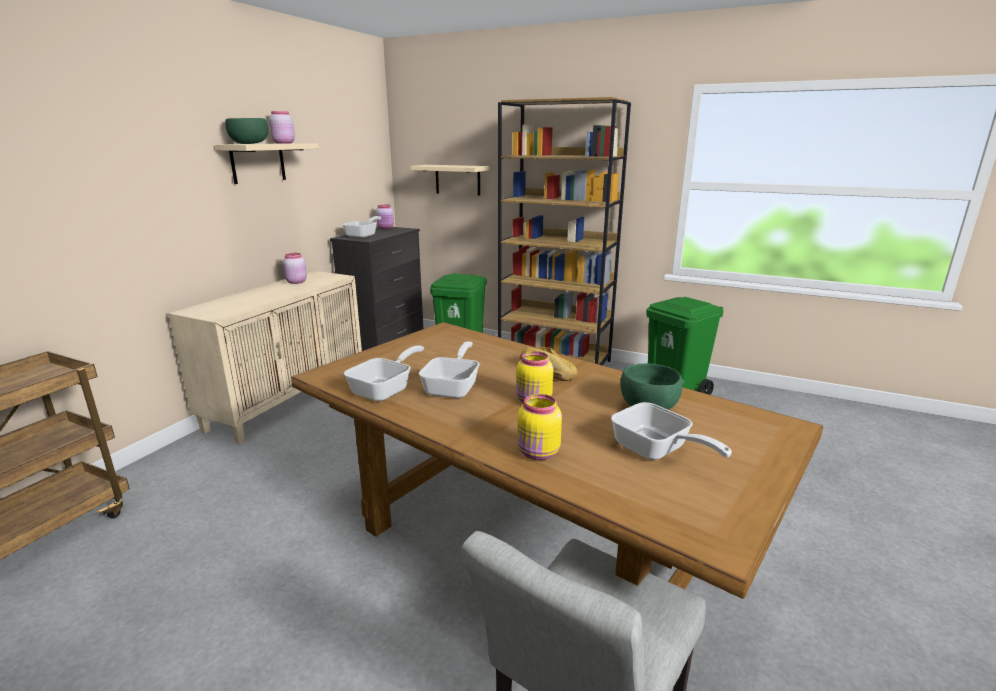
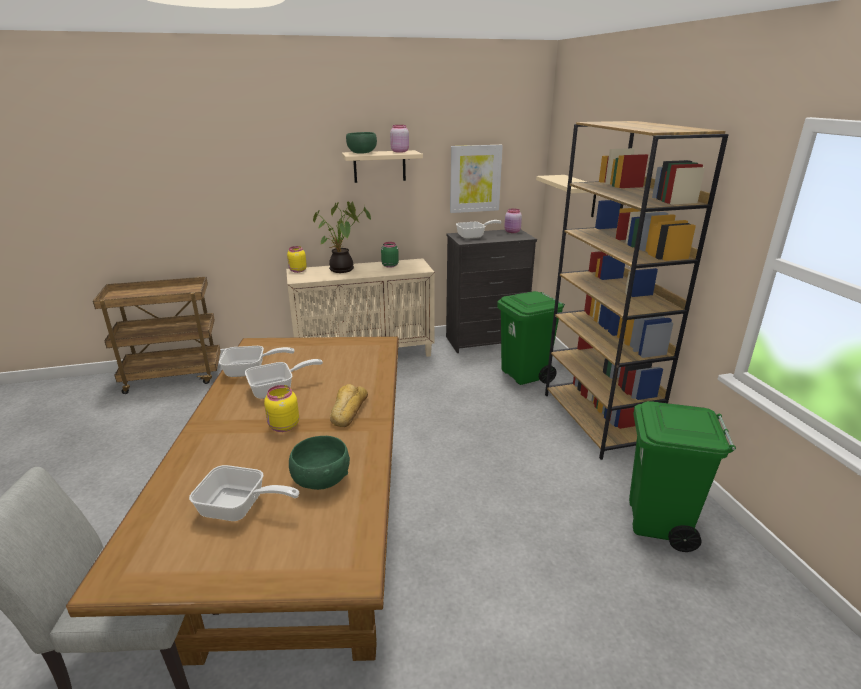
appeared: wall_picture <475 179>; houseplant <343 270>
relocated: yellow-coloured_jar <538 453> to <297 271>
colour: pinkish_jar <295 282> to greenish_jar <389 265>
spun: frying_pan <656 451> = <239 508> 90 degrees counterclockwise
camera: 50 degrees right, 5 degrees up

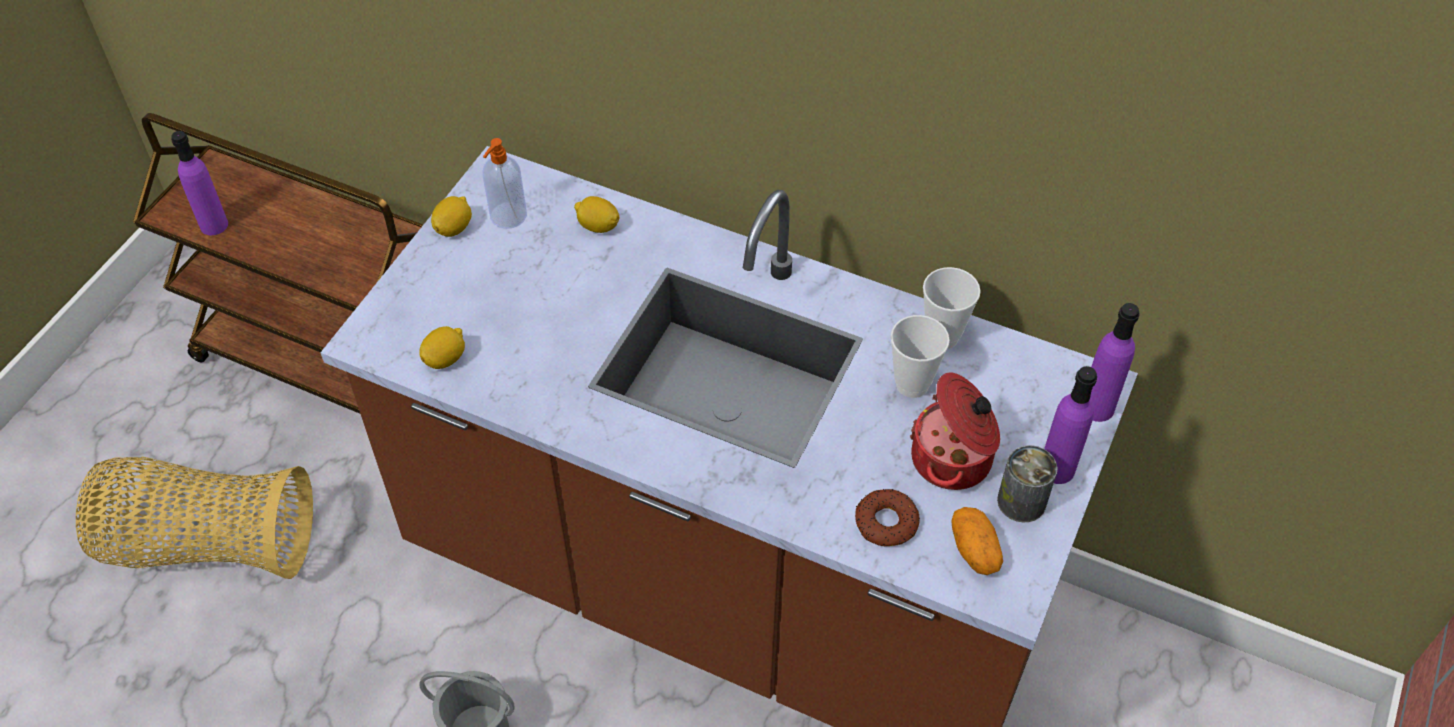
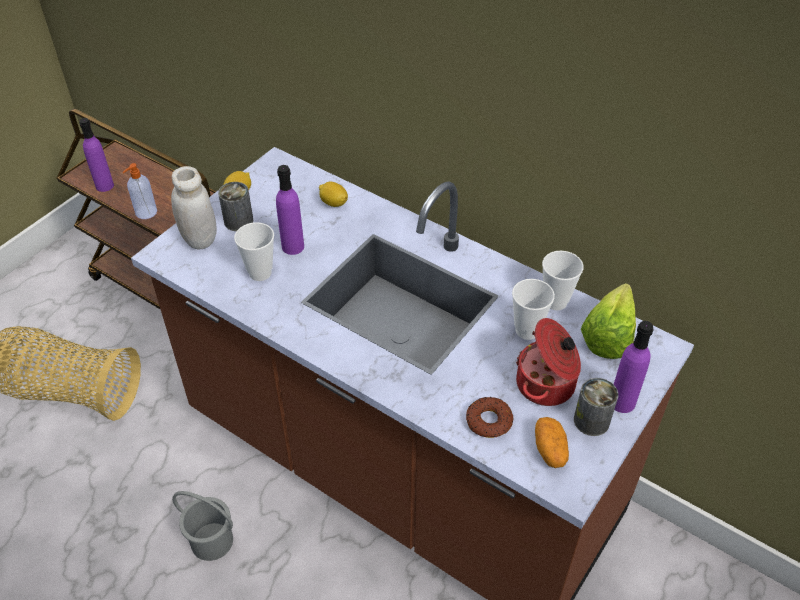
missing: lemon <445 358>
appeared: white-coloured_jar <199 239>; sealed_can <238 221>; drinking_cup <260 273>; head_of_lettuce <612 333>
relocated: soap_dispenser <507 216> to <145 212>; purple-coloured_beverage_bottle <1097 407> to <293 246>
camera: 10 degrees right, 5 degrees down

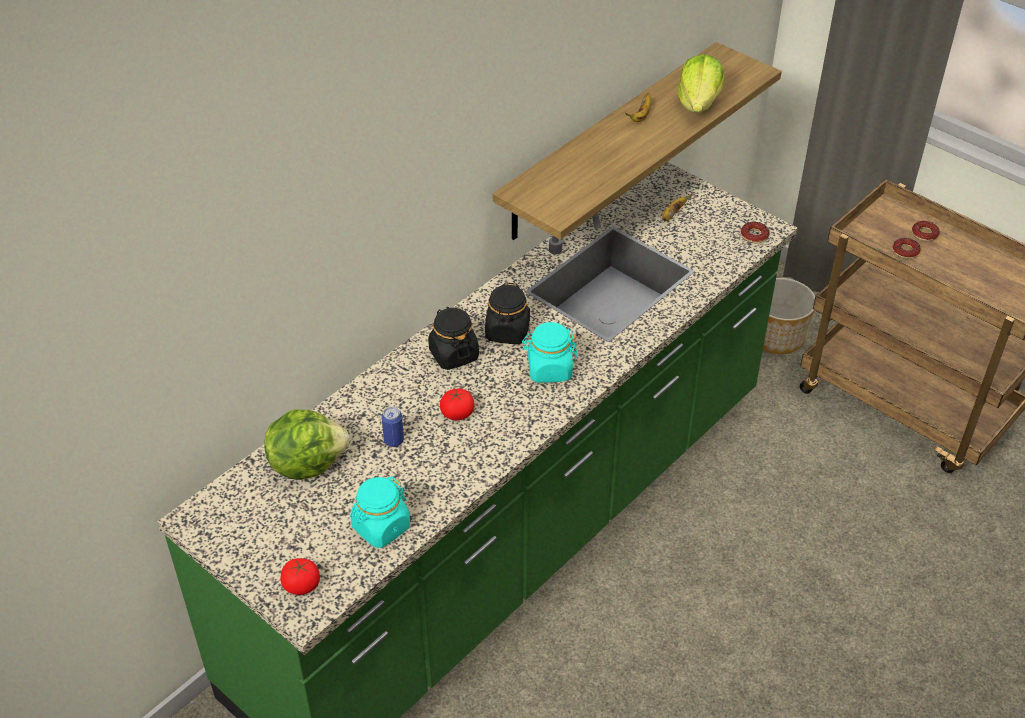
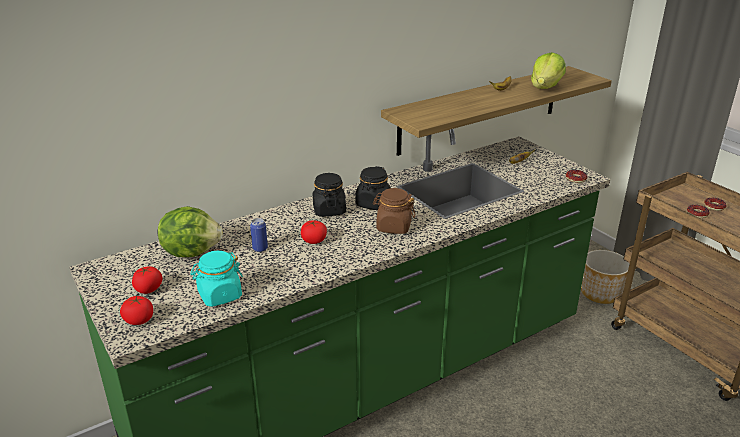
appeared: tomato <149 289>
colour: turquoise-coloured_jar <549 369> to brownish_jar <393 227>
camera: 15 degrees right, 15 degrees down

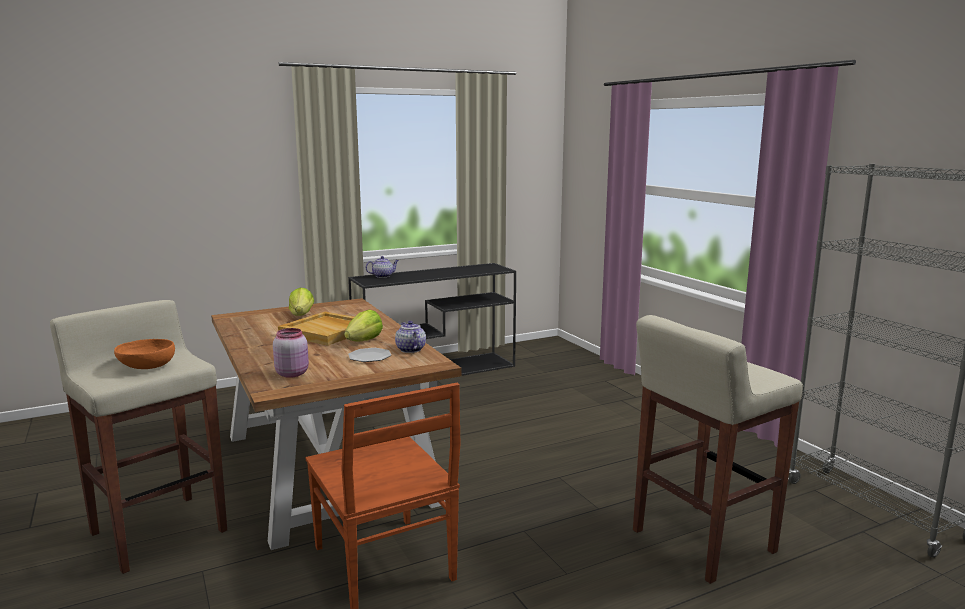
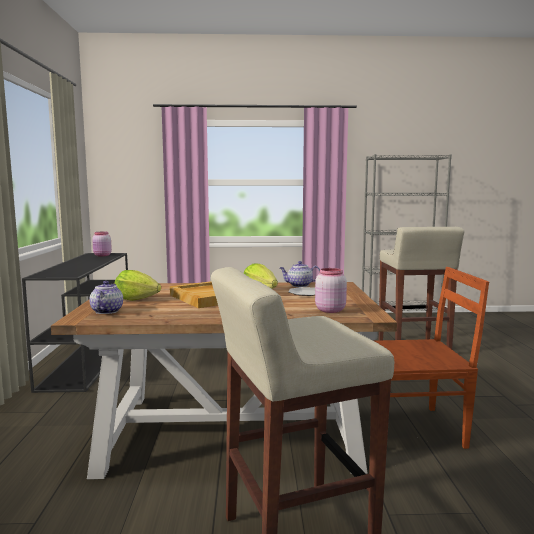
missing: orangey_deep_dish <146 367>
appeared: pinkish_jar <102 255>
relocated: pot_for_tea <383 276> to <107 311>
camera: 65 degrees left, 5 degrees down

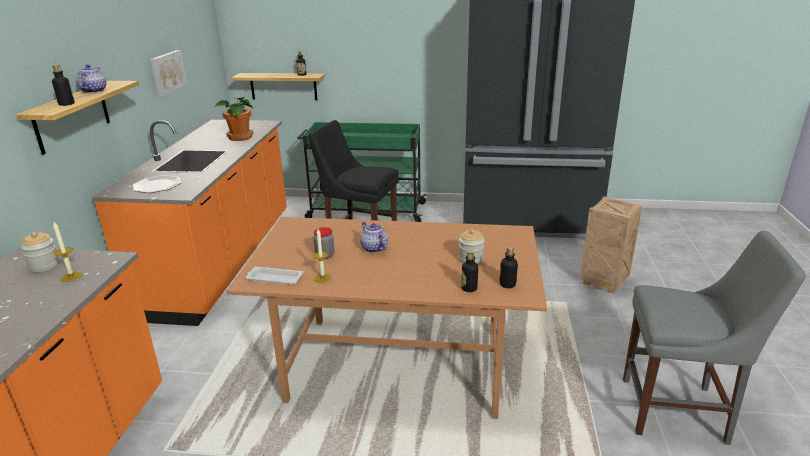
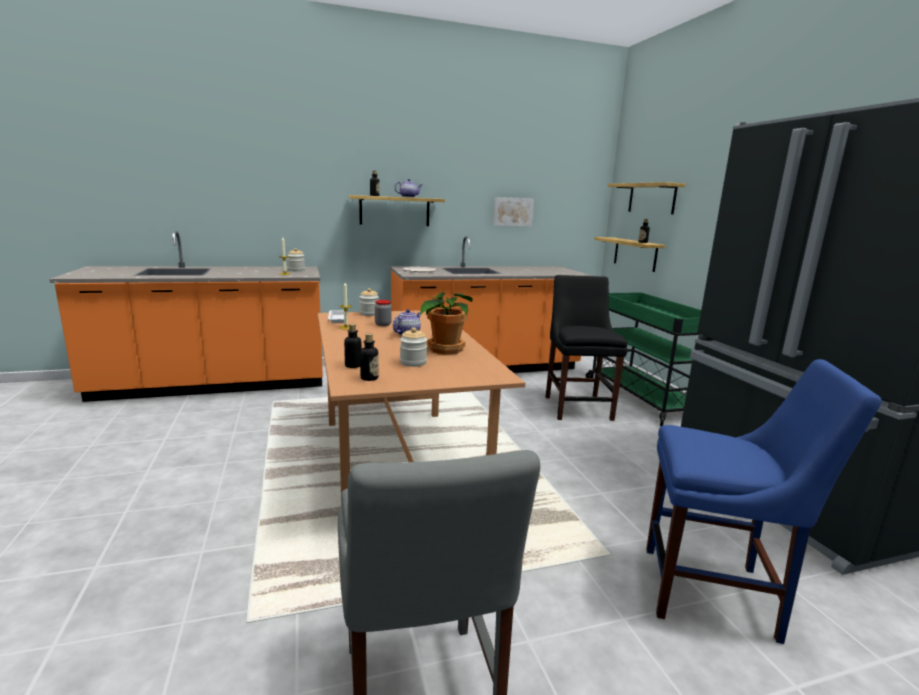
appeared: shelf <651 198>; jar <369 314>
relocated: houseplant <240 138> to <444 349>
exchanged: crate <605 282> to blue-coloured_upright_chair <716 593>
camera: 65 degrees right, 10 degrees down

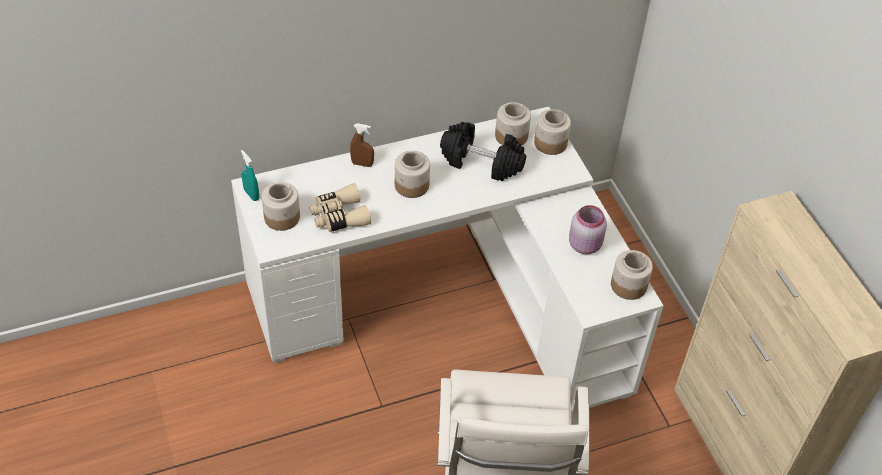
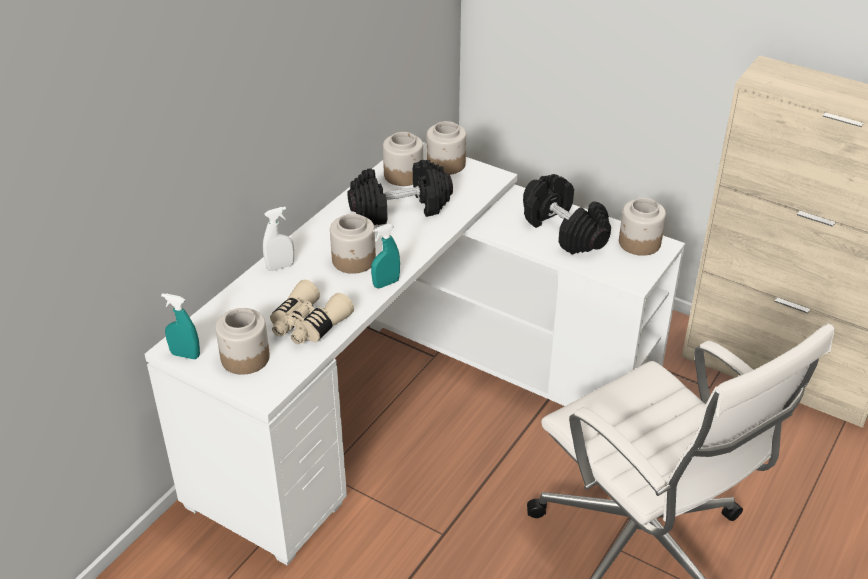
appeared: turquoise-coloured_sprayer <386 283>
exchanged: pinkish_jar <585 244> to black_free_weight <565 231>
colour: brownish_sprayer <362 164> to white-coloured_sprayer <280 267>
camera: 35 degrees left, 10 degrees down

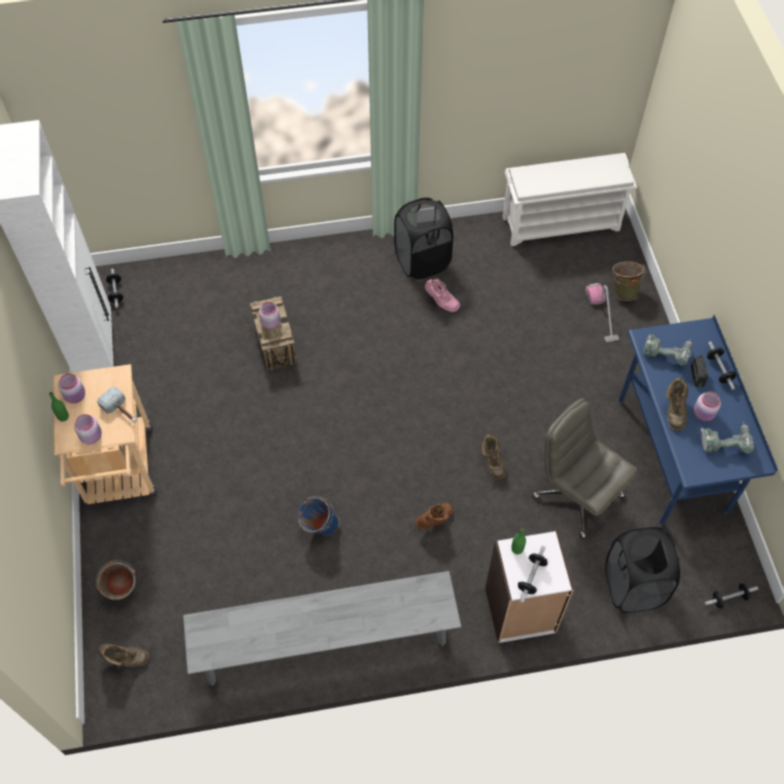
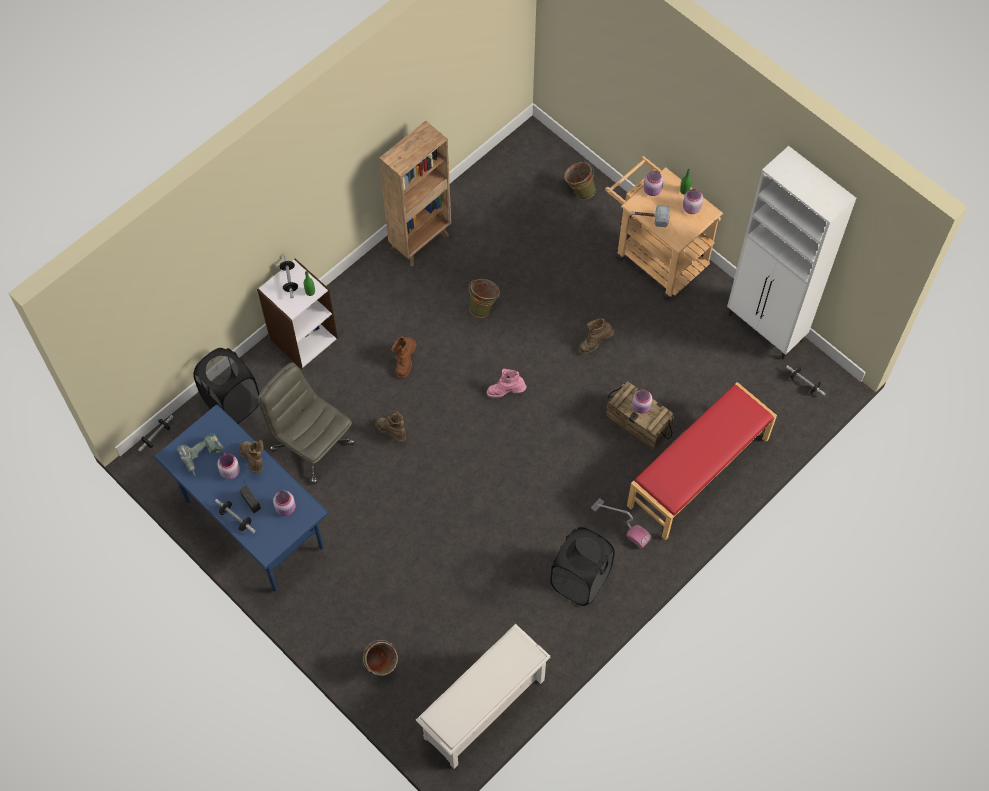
appeared: reddish_indoor_bench <699 473>
relocated: pinkish_boot <440 302> to <506 391>; vacuum <601 314> to <620 523>; brownish_boot <125 659> to <595 343>
exchanged: power_drill <666 353> to pinkish_jar <286 508>; greyish_indoor_bench <325 643> to brownish_bookshelf <421 241>
colour: blue-coloured_water_bucket <319 528> to greenish_water_bucket <484 306>
spun: greyish_computer_chair <577 495> = <311 446> 150 degrees counterclockwise
camera: 145 degrees right, 5 degrees up

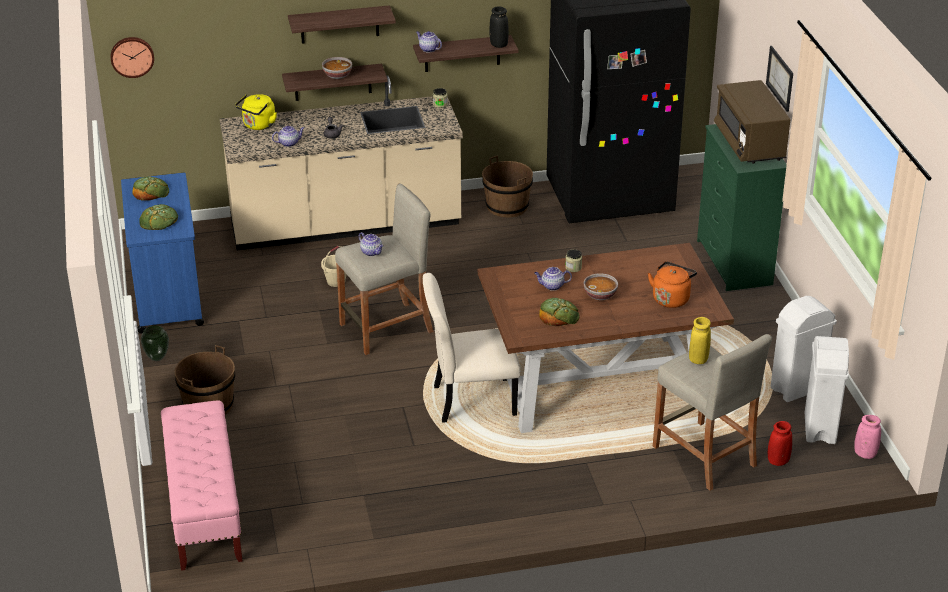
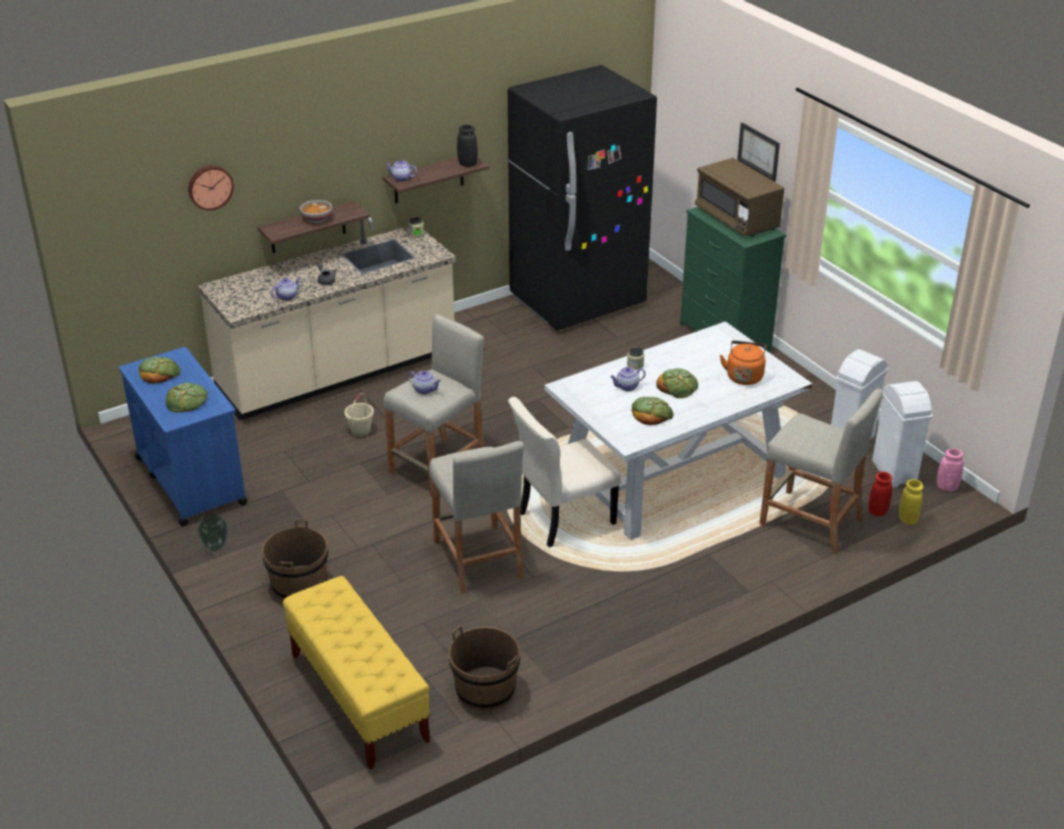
missing: shelf <339 24>; yellow-coloured_water_kettle <258 125>
appeared: beige_sitting_stool <478 559>
relocated: wall_clock <132 56> to <210 187>; brownish_water_bucket <507 206> to <485 690>; yellow-coloured_vase <698 359> to <907 519>
exchanged: deep_dish <600 295> to baked_bread <677 386>
colour: brownish_kitchen_table <597 382> to white-coloured_kitchen_table <672 475>; pinkish_indoor_bench <205 511> to yellow-coloured_indoor_bench <358 698>
camera: 20 degrees left, 0 degrees up

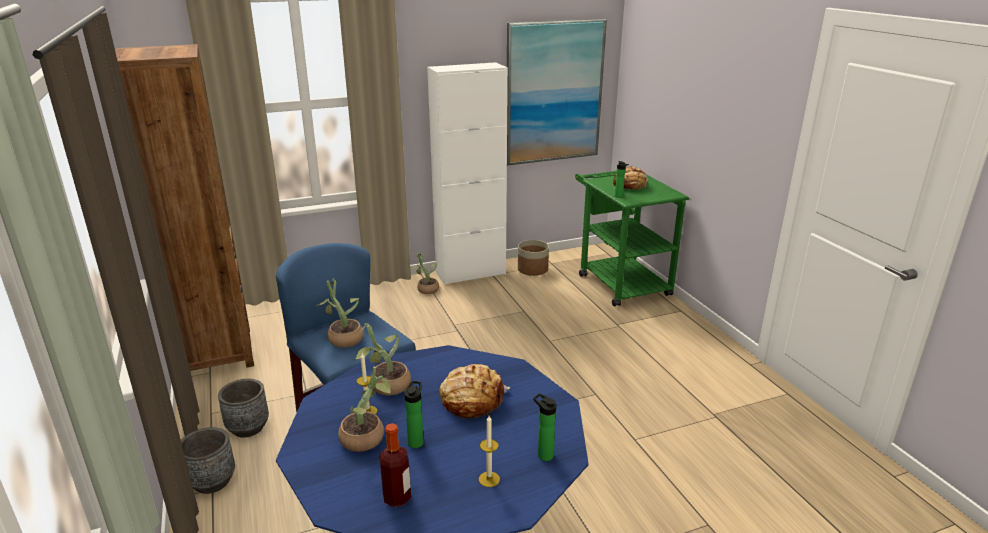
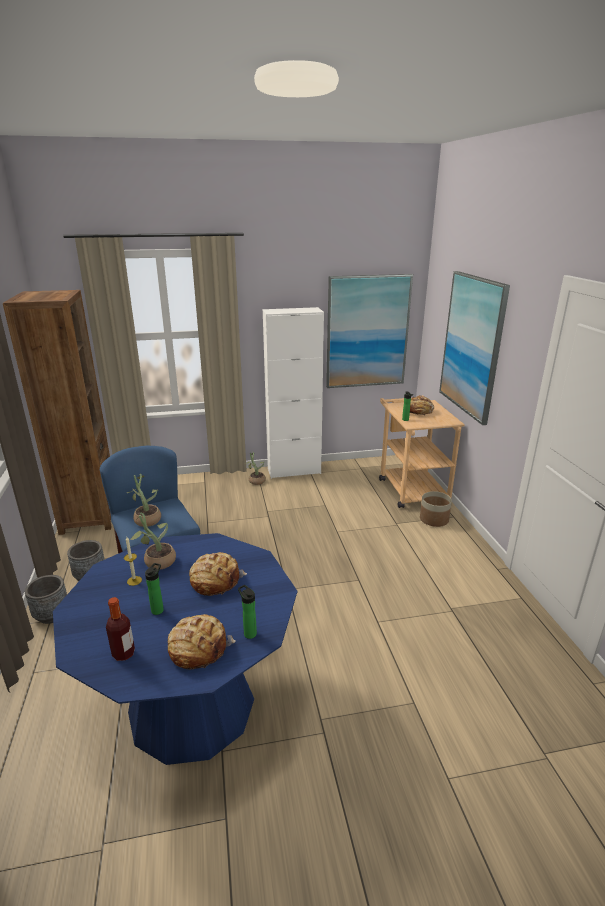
missing: houseplant <368 437>
appeared: wall_picture <472 345>
relocated: planter <533 269> to <434 519>
exchanged: wax_light <489 479> to baked_bread <198 648>
colour: greenish_wheeled_cart <619 281> to beige_wheeled_cart <410 487>
camera: 10 degrees right, 0 degrees up

